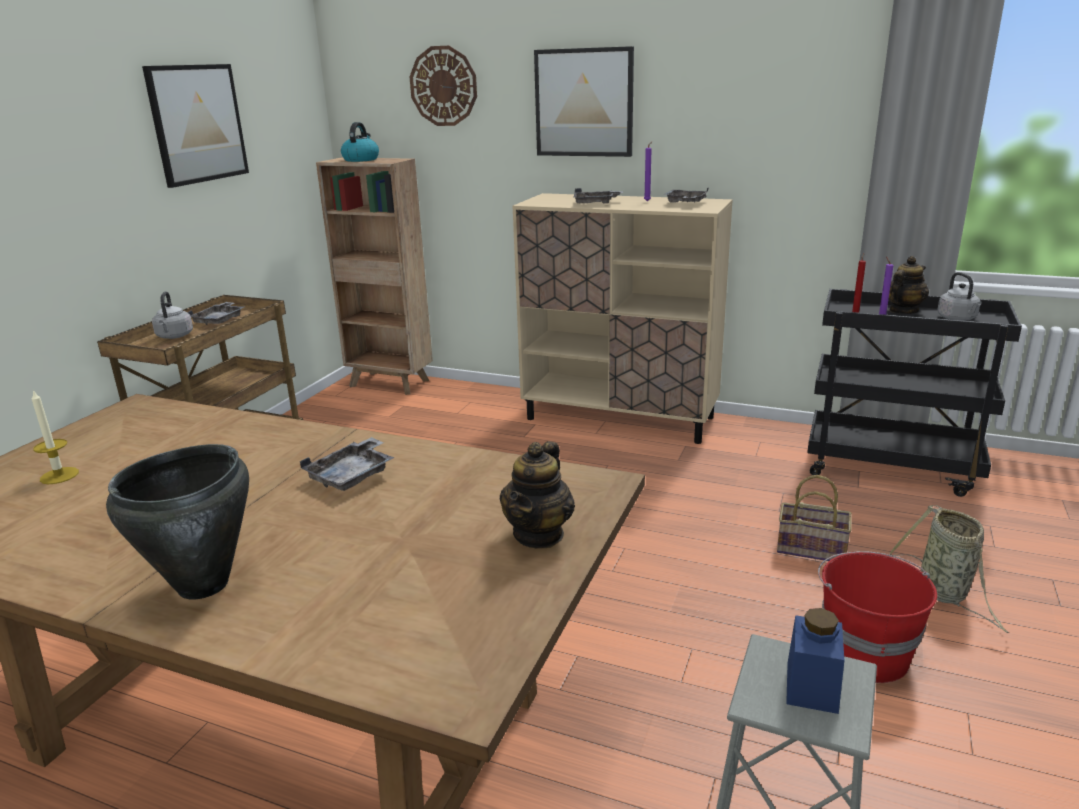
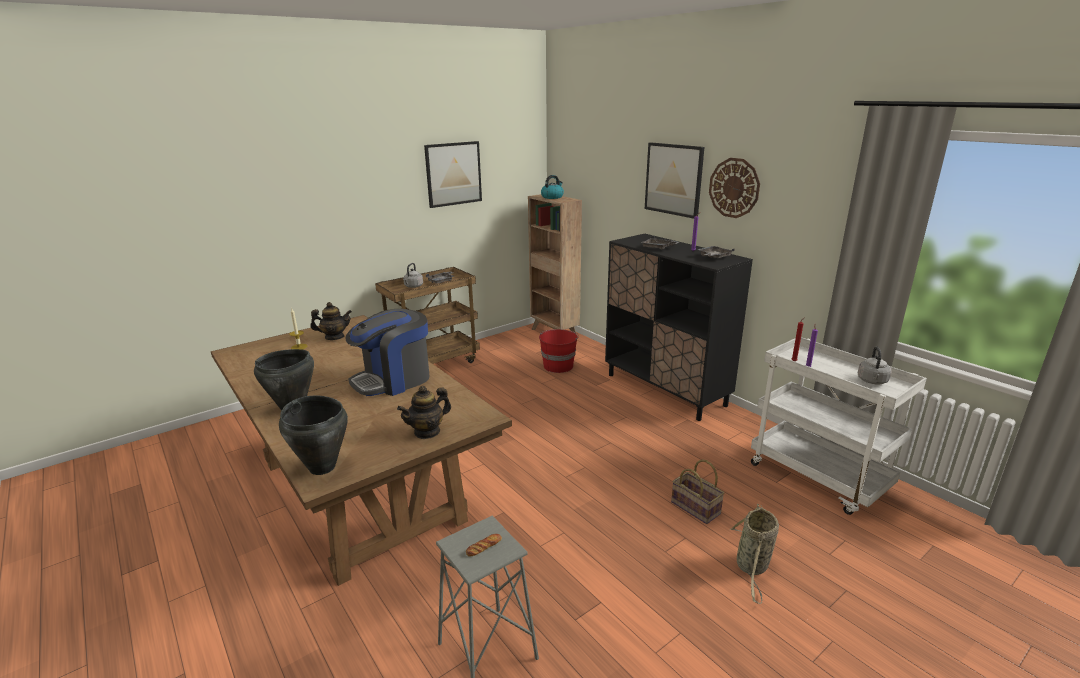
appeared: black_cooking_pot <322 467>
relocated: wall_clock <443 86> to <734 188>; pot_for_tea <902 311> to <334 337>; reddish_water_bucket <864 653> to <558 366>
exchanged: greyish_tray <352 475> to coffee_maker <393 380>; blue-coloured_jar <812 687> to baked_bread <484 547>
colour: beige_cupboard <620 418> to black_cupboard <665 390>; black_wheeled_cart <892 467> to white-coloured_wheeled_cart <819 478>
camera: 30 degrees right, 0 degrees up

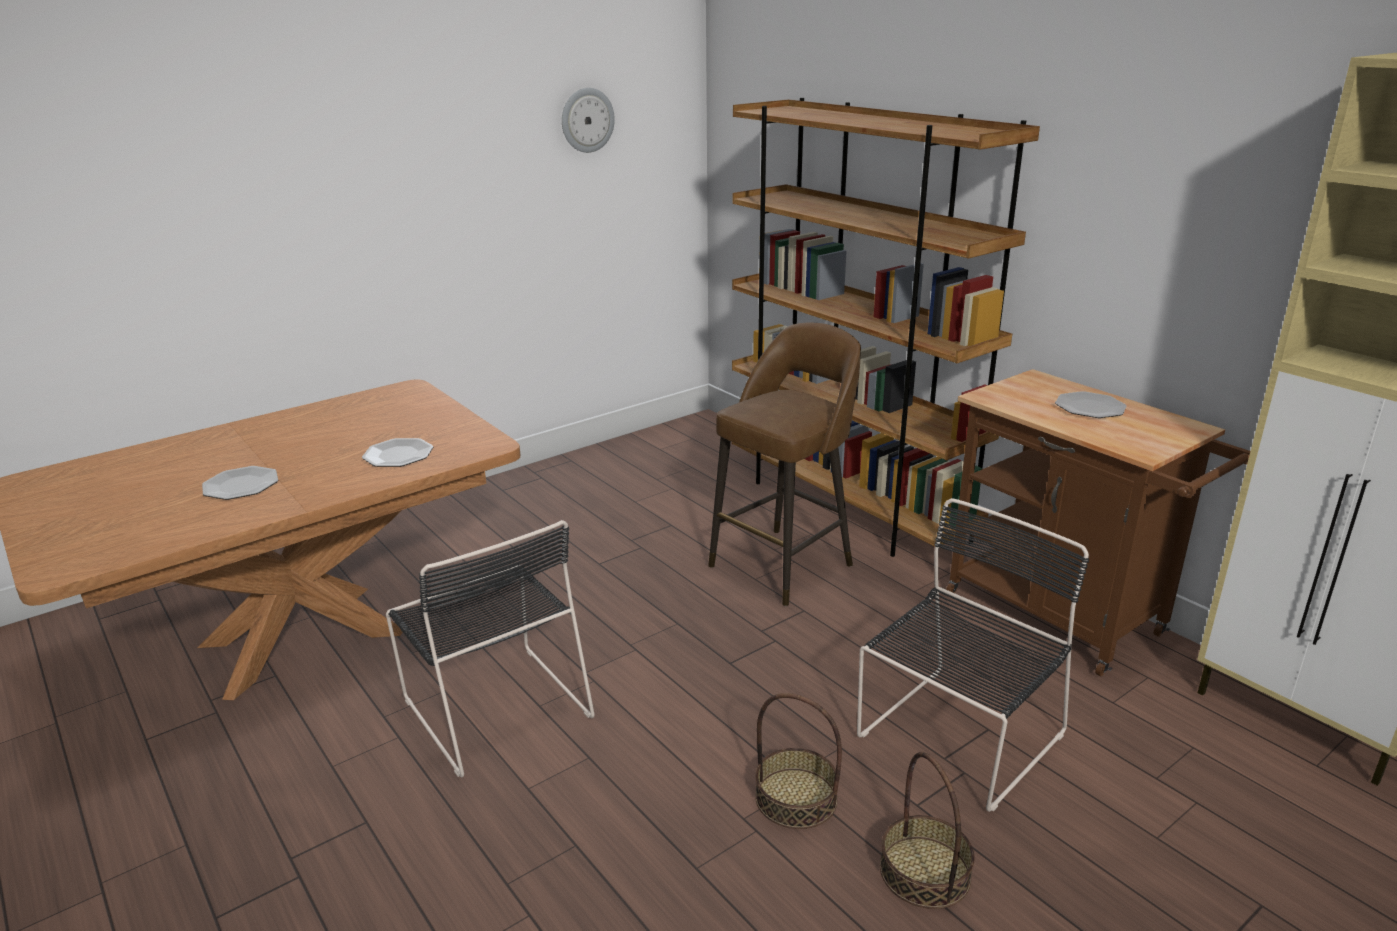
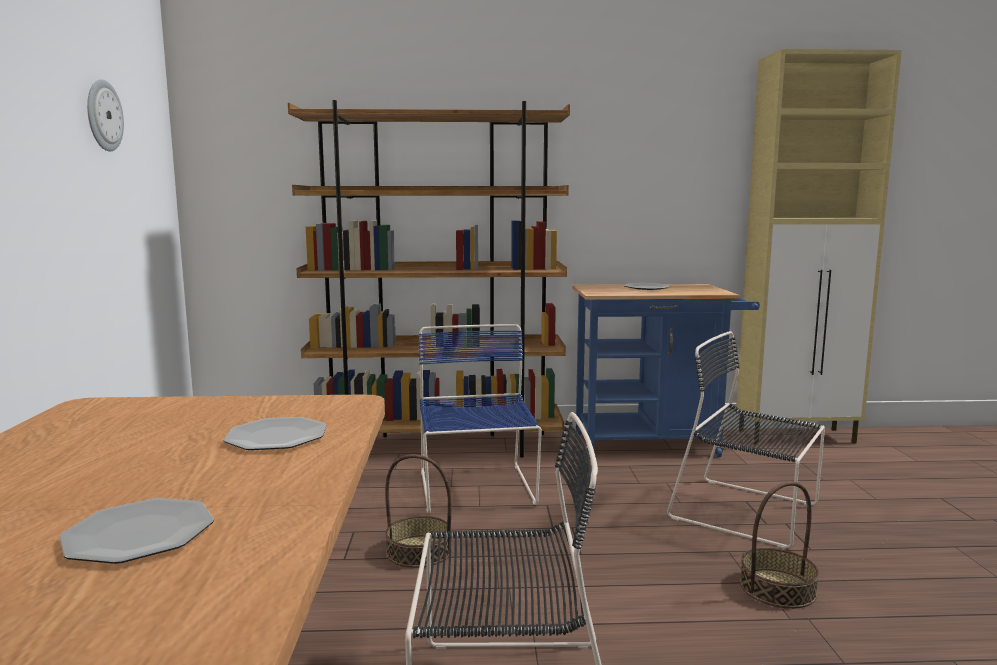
relocated: household_basket <925 872> to <419 551>
exchanged: brownish_sitting_stool <784 564> to blue-coloured_upright_chair <476 489>
colour: brownish_wheeled_cart <1065 619> to blue-coloured_wheeled_cart <655 444>
spun: black_upright_chair <957 739> = <749 512> 45 degrees counterclockwise
camera: 55 degrees left, 15 degrees down

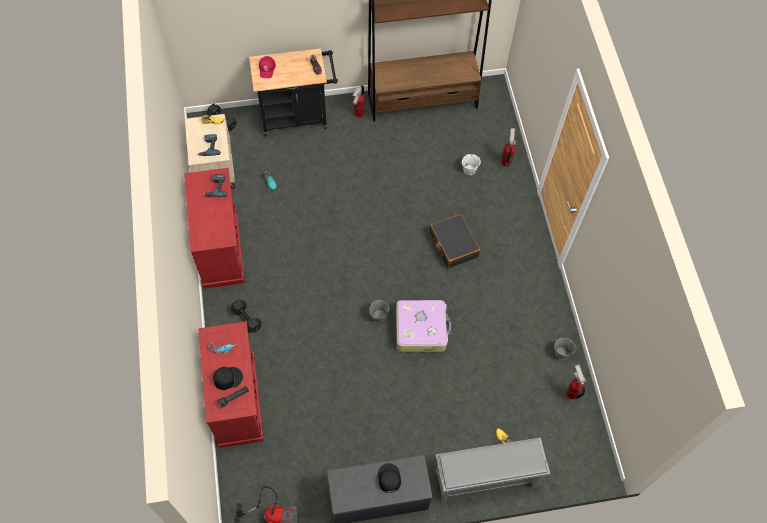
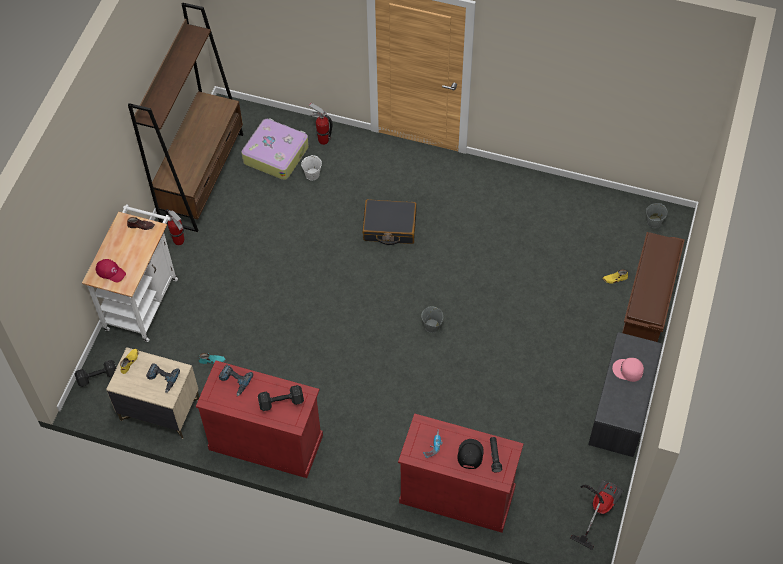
missing: extinguisher <571 394>
relocated: black_free_weight <247 319> to <282 402>; suitcase <421 329> to <276 154>; greyish_water_bucket <562 353> to <654 222>
colour: black_wheeled_cart <298 116> to white-coloured_wheeled_cart <143 299>; greyish_shoe_rack <484 479> to brownish_shoe_rack <646 312>; black_baseball_cap <388 478> to pinkish_baseball_cap <628 370>
camera: 60 degrees left, 5 degrees down

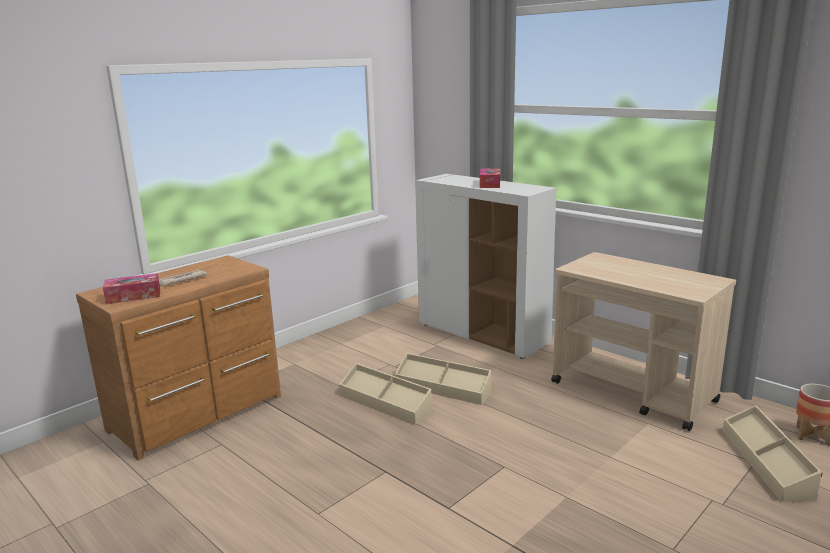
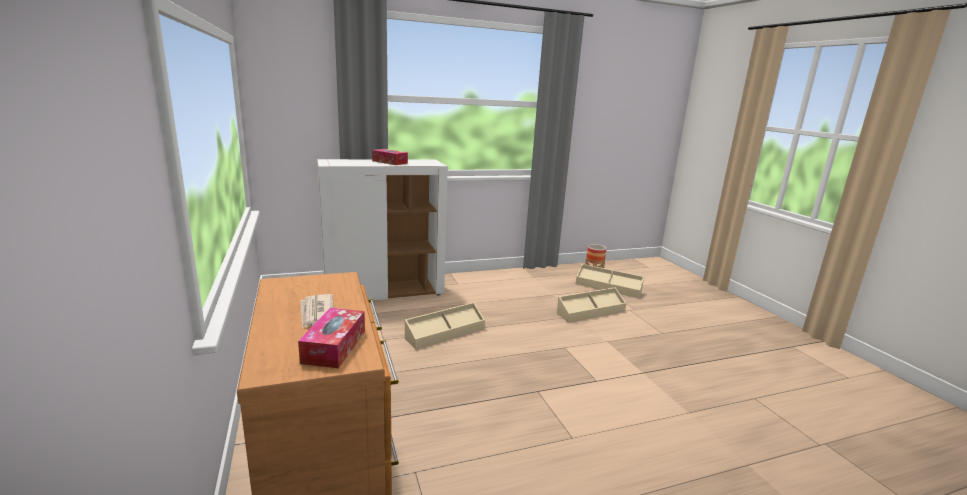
missing: beige_wheeled_cart <633 392>
relocated: beige_storage_bin <385 403> to <590 312>
camera: 65 degrees left, 0 degrees up

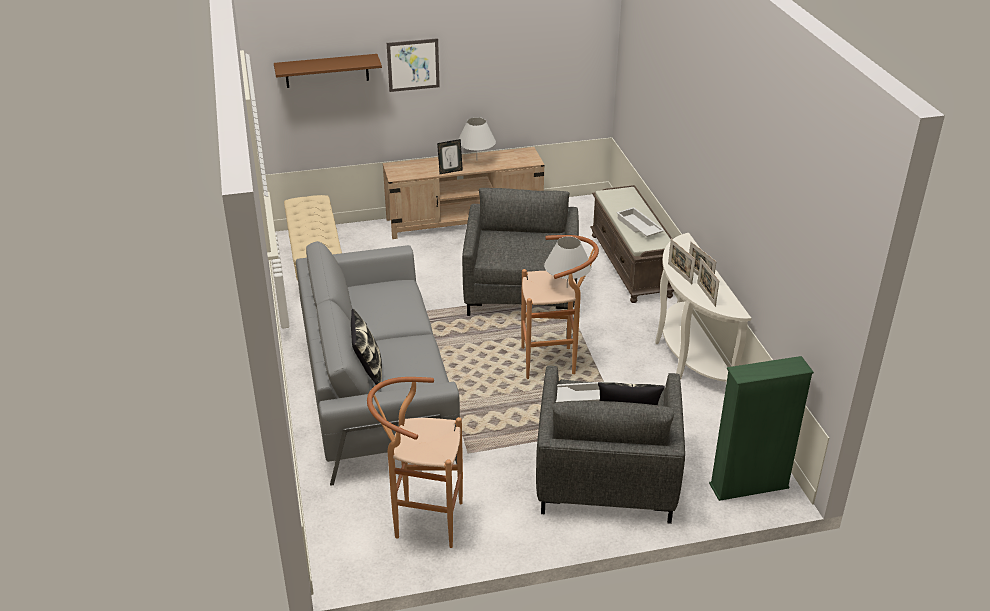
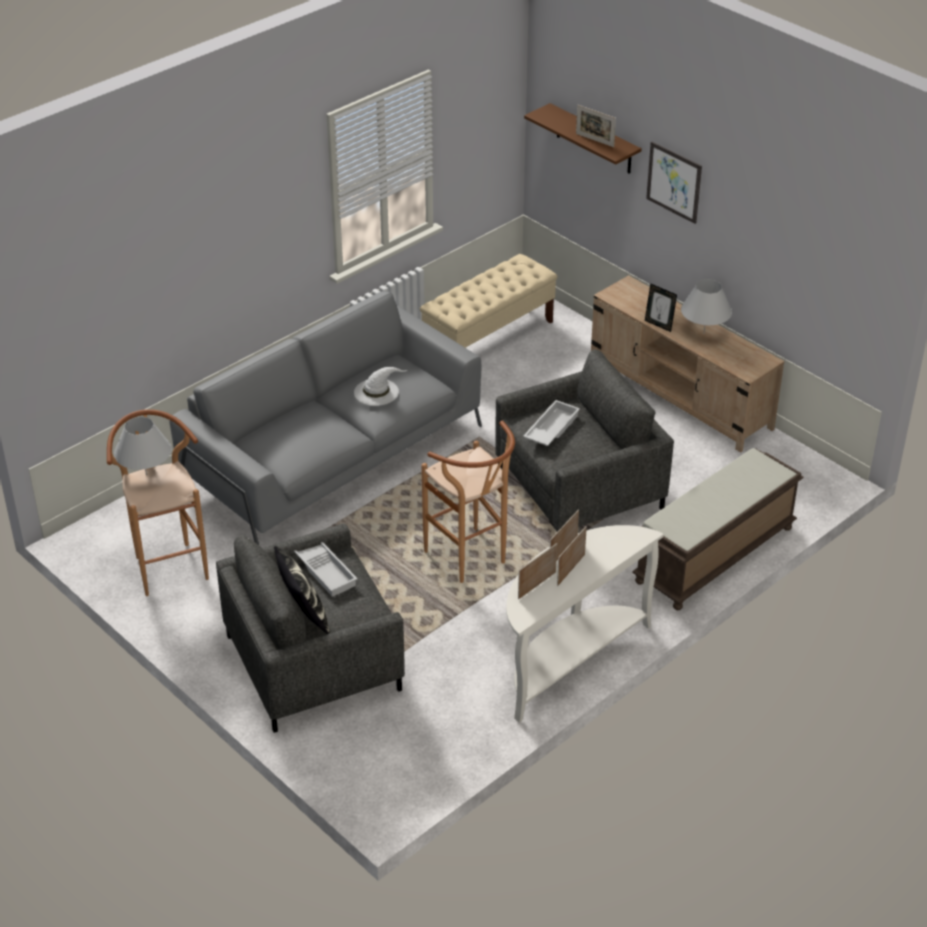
missing: throw_pillow <368 371>; greenish_bookshelf <749 486>
appeared: picture_frame <594 140>; white-coloured_clothing_hat <377 391>
relocated: white-coloured_tray <638 227> to <550 428>; white-coloured_tabletop_lamp <567 287> to <146 475>
camera: 60 degrees right, 5 degrees up

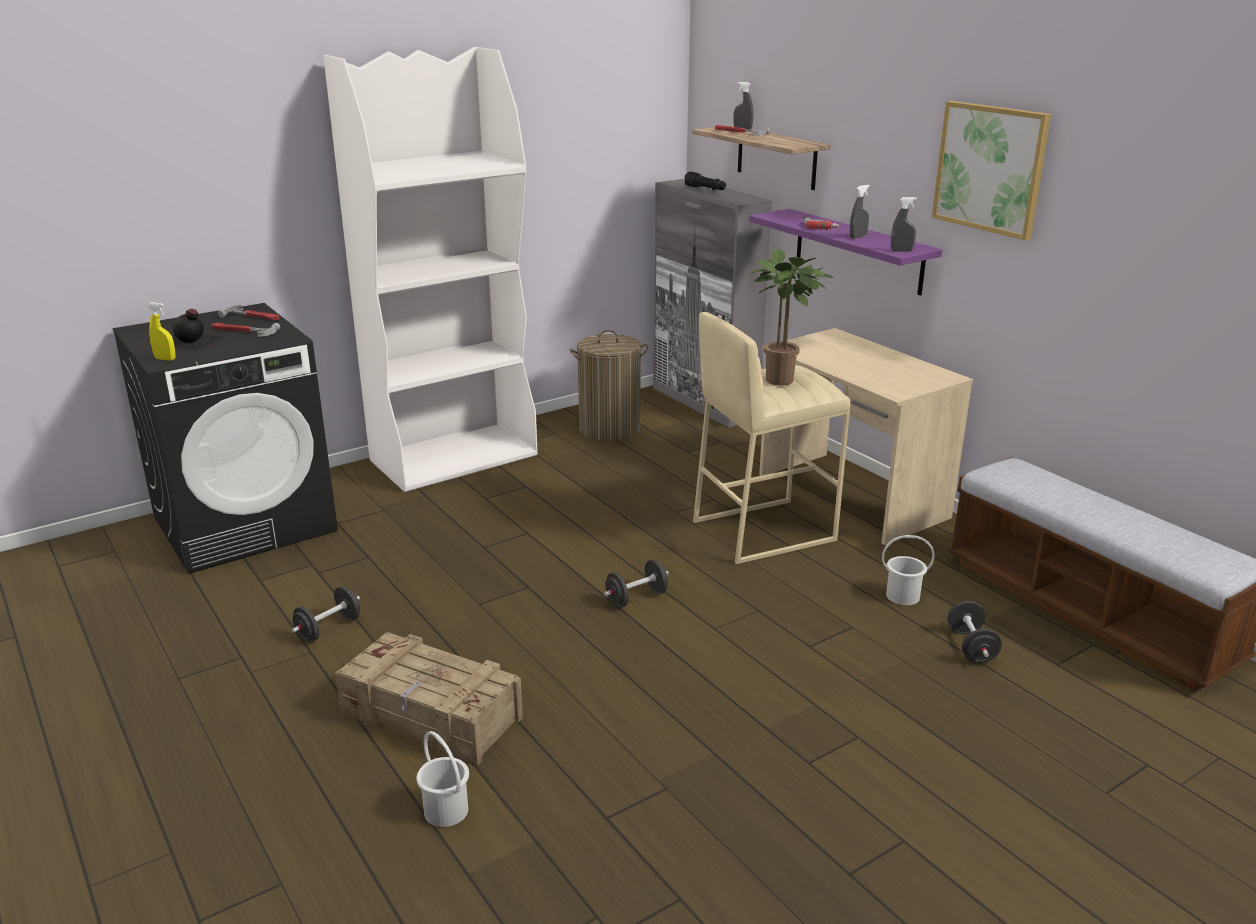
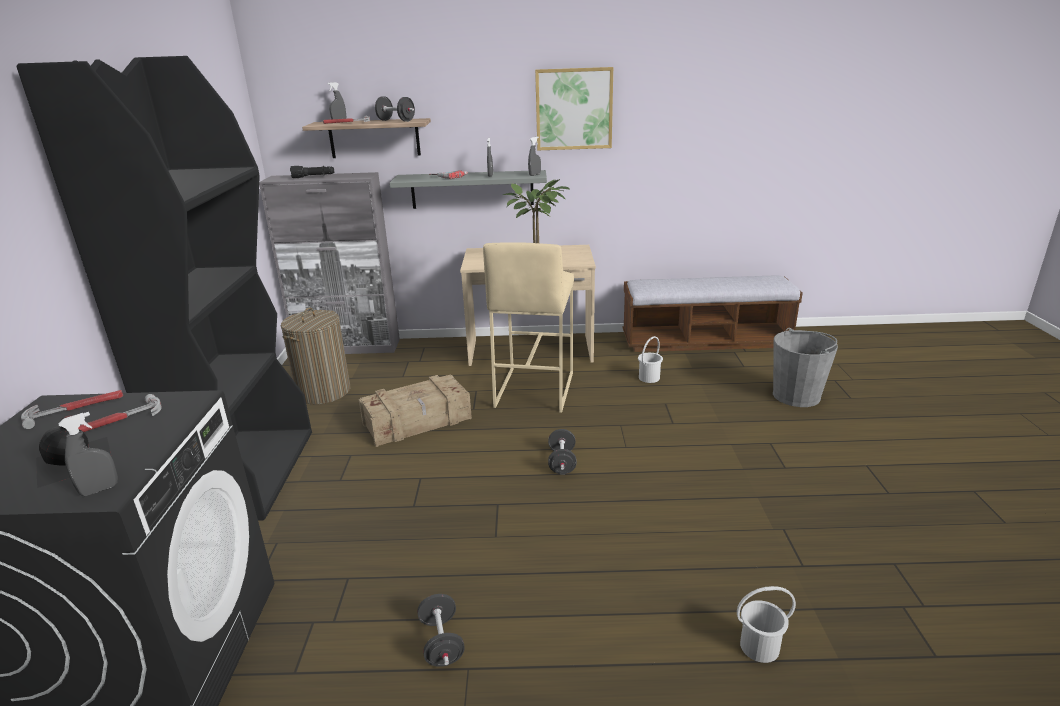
appeared: greyish_water_bucket <796 395>
relocated: black_free_weight <971 647> to <396 121>; crate <431 716> to <418 421>
colour: white-coloured_bookshelf <455 457> to black_bookshelf <248 473>; purple-coloured_shelf <858 251> to greyish_shelf <472 189>; yellow-coloured_sprayer <165 359> to greyish_sprayer <99 489>
camera: 55 degrees left, 0 degrees up

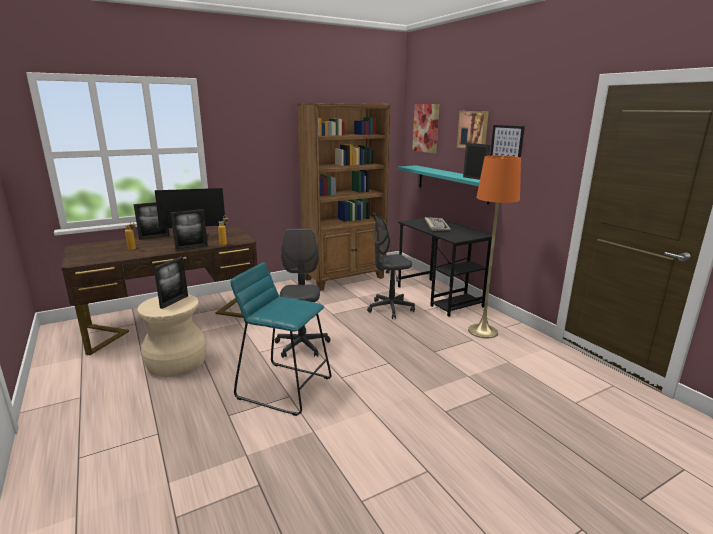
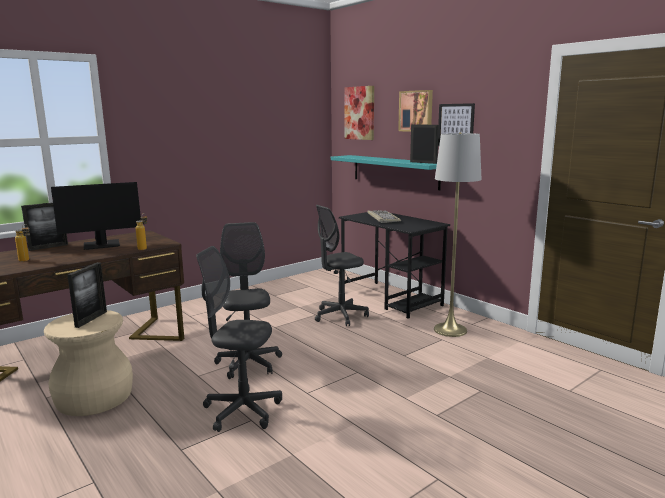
missing: brownish_bookshelf <345 278>; picture_frame <191 248>
exchanged: turquoise-coloured_sitting_stool <285 387> to greyish_computer_chair <242 411>
colour: orangey_standard_lamp <483 331> to greyish_standard_lamp <450 330>
camera: 10 degrees left, 5 degrees down

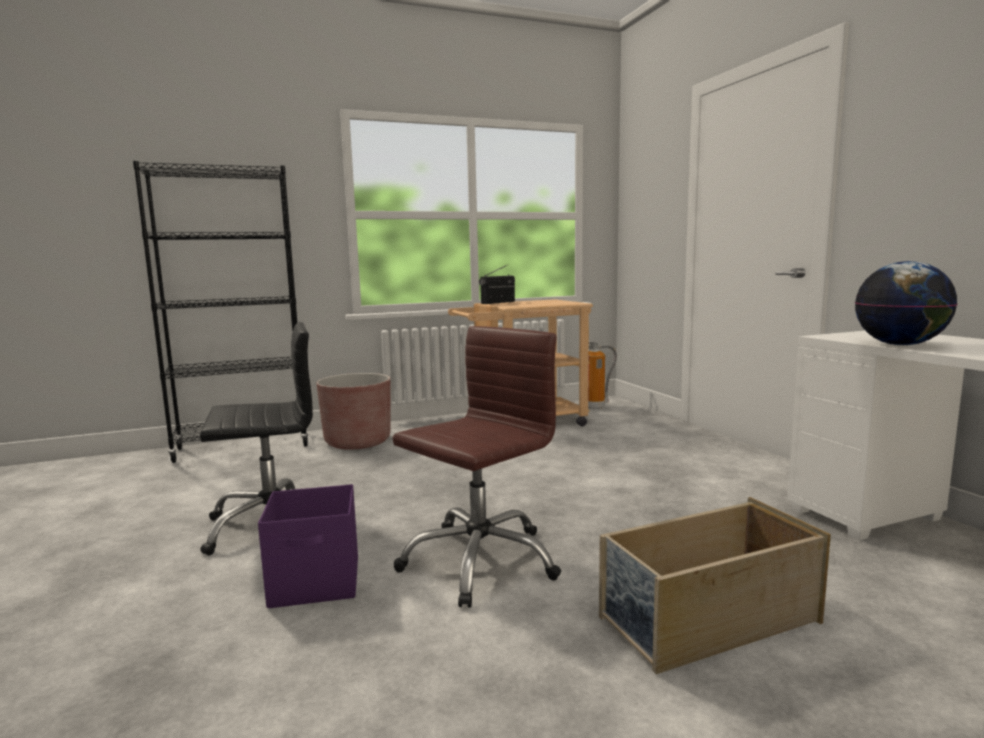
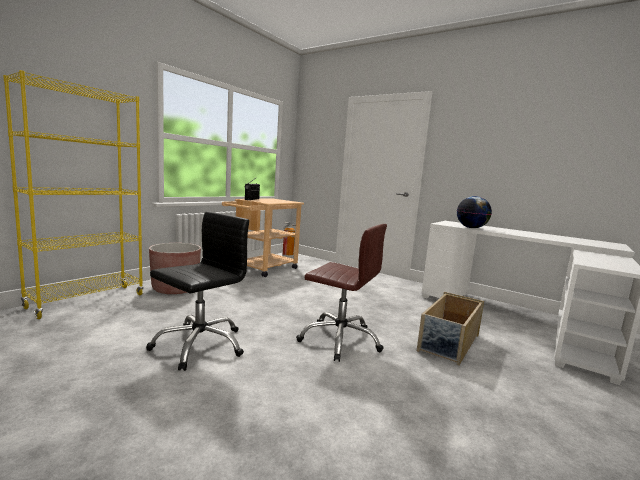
missing: purple-coloured_storage_bin <317 583>
colour: black_bookshelf <243 447> to yellow-coloured_bookshelf <87 301>
spun: brownish_computer_chair <479 560> = <340 340> 105 degrees clockwise
camera: 35 degrees left, 0 degrees up

